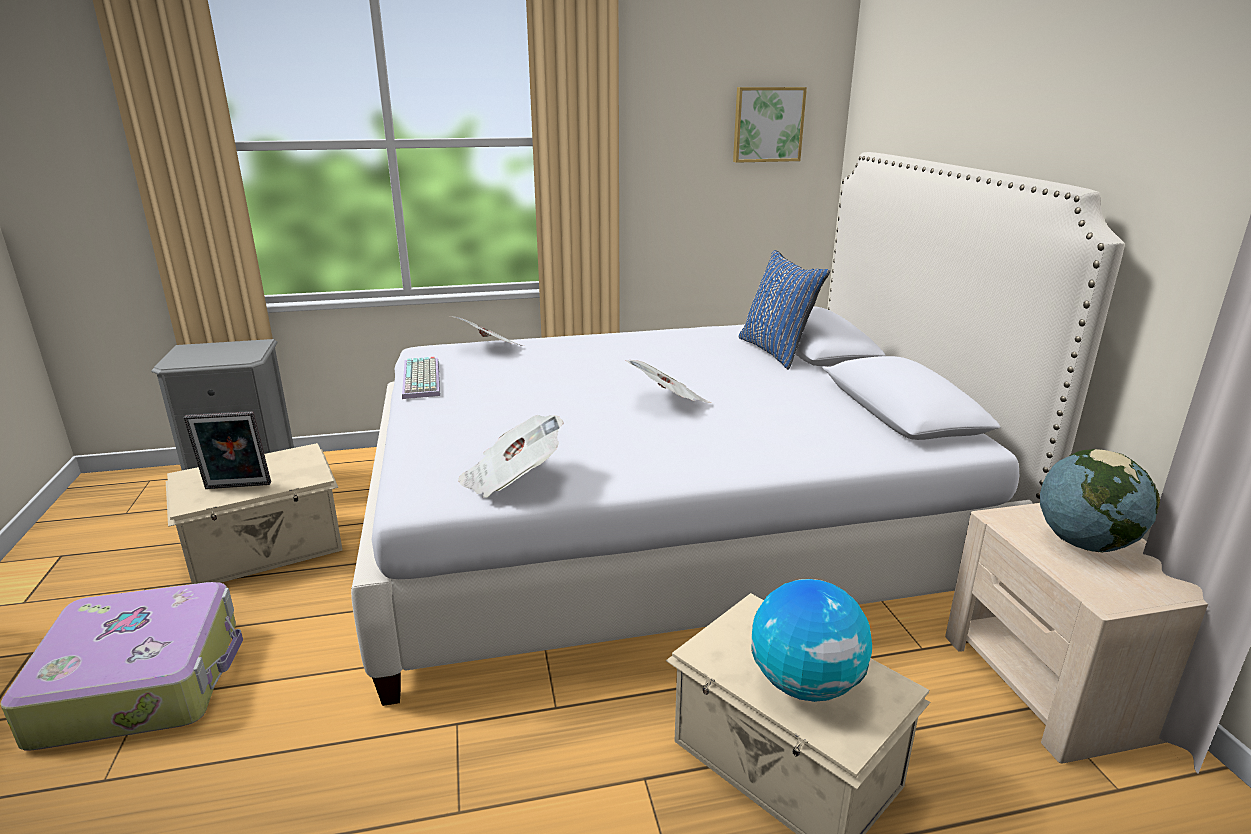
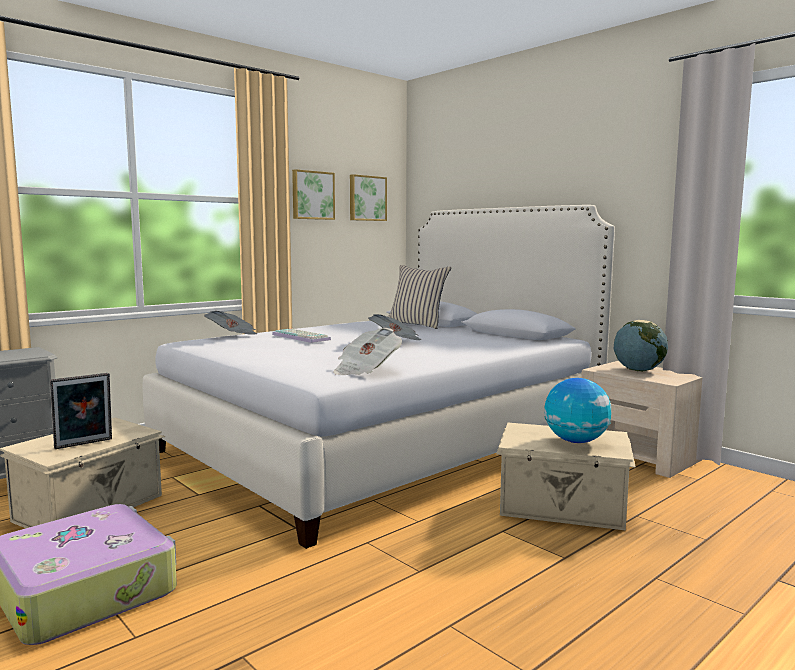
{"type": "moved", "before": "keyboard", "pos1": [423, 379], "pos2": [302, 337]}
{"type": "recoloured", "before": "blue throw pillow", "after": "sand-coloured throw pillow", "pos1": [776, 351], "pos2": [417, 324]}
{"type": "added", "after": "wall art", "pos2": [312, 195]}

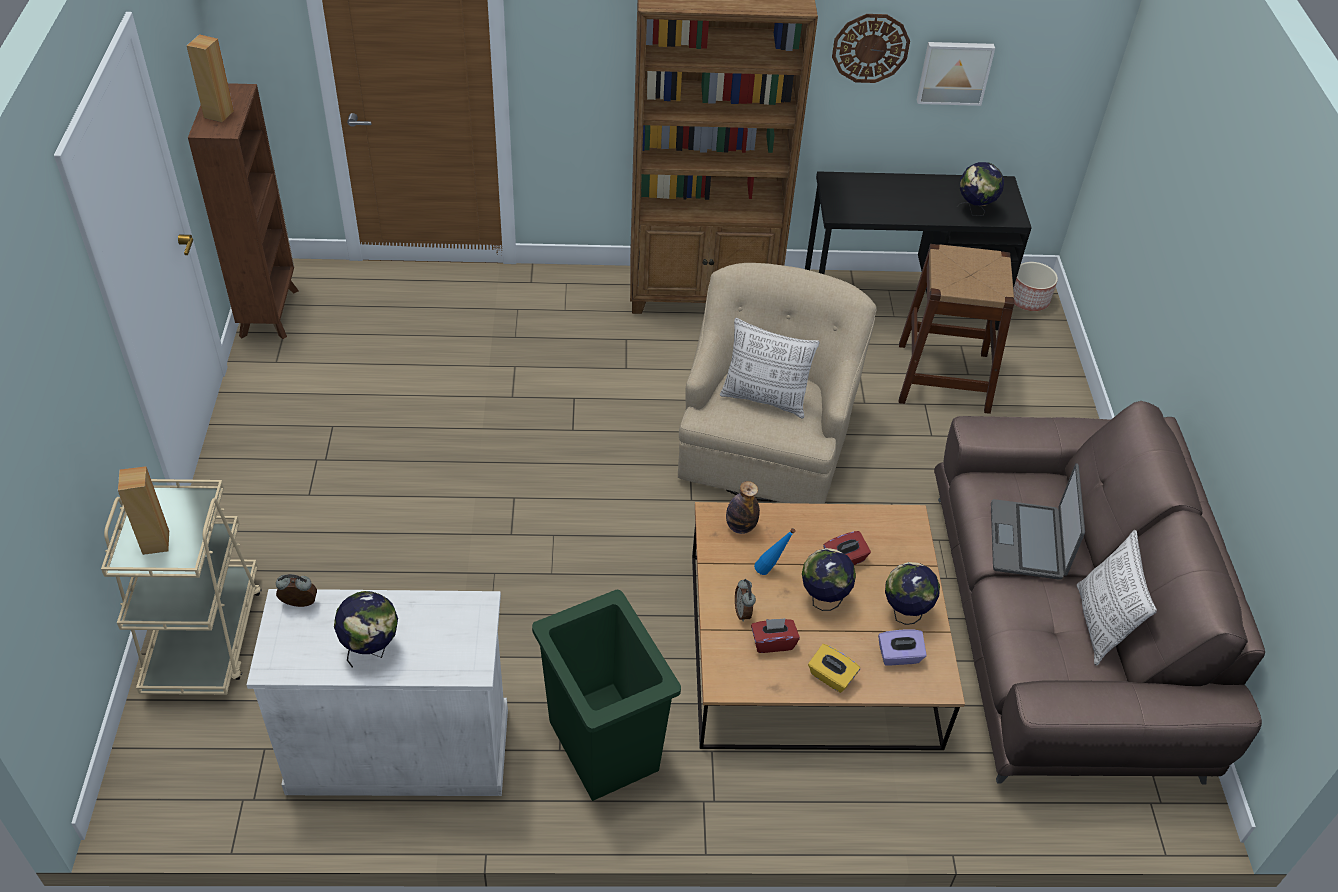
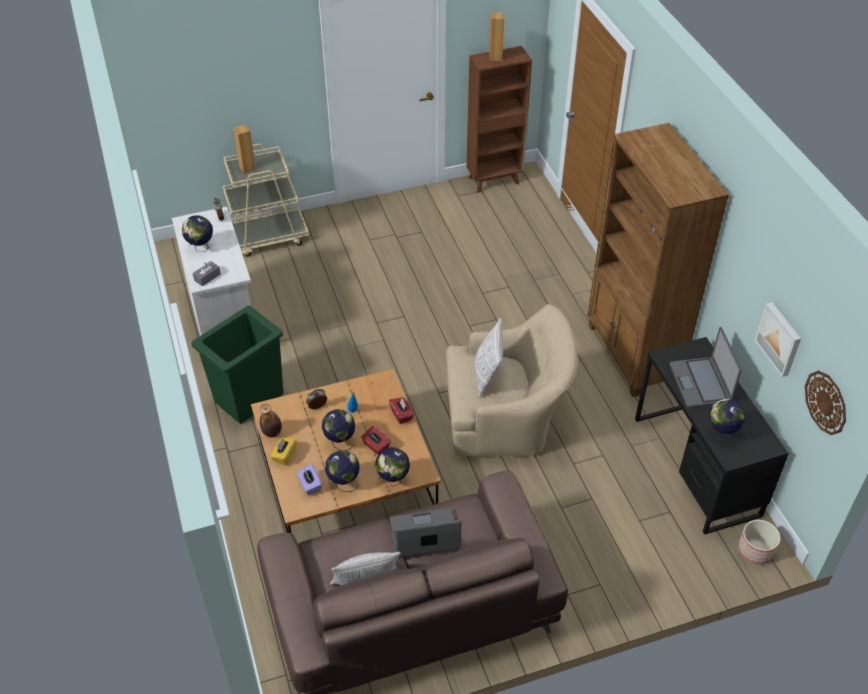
{"type": "moved", "before": "beverage bottle", "pos1": [740, 527], "pos2": [272, 432]}
{"type": "moved", "before": "reddish tissue box", "pos1": [773, 642], "pos2": [401, 415]}
{"type": "moved", "before": "wall clock", "pos1": [870, 48], "pos2": [826, 402]}
{"type": "removed", "before": "brownish sitting stool", "pos1": [943, 377]}
{"type": "added", "after": "greyish tissue box", "pos2": [207, 277]}
{"type": "added", "after": "world globe", "pos2": [393, 480]}
{"type": "added", "after": "notebook computer", "pos2": [700, 383]}

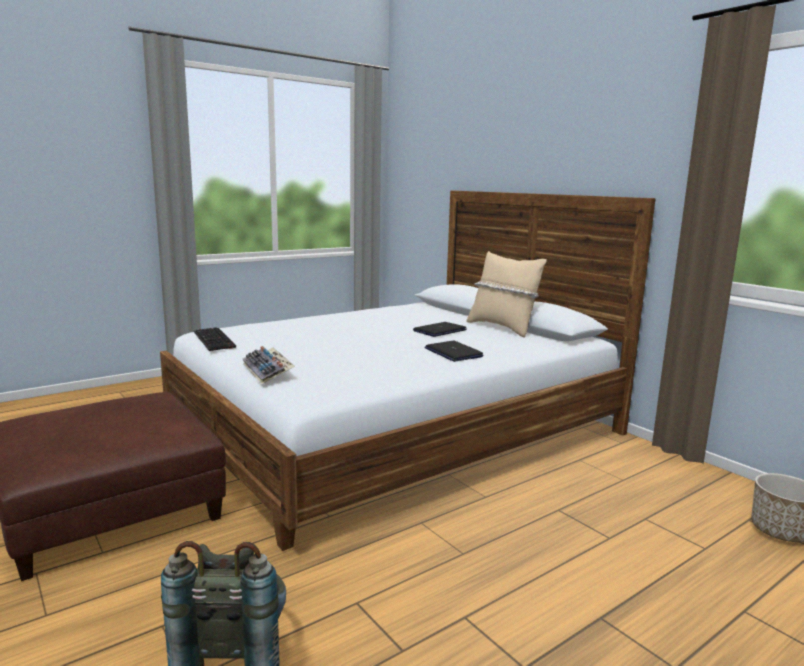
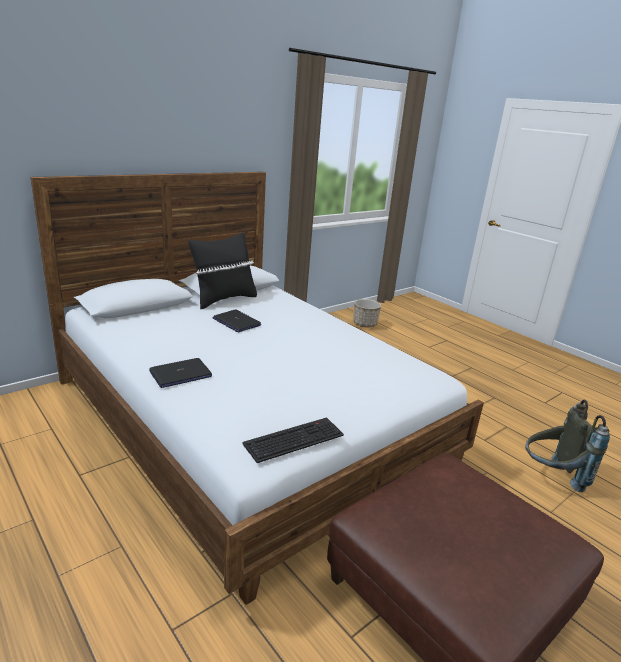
{"type": "removed", "before": "keyboard", "pos1": [268, 371]}
{"type": "moved", "before": "notebook computer", "pos1": [453, 352], "pos2": [180, 374]}
{"type": "recoloured", "before": "sand-coloured throw pillow", "after": "blackish throw pillow", "pos1": [502, 328], "pos2": [223, 299]}

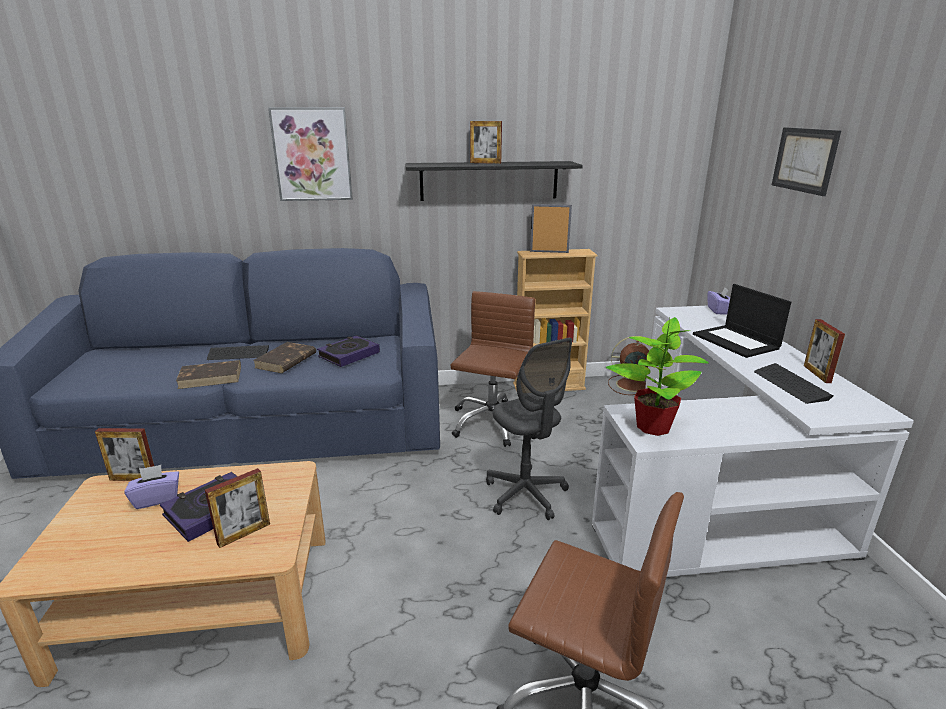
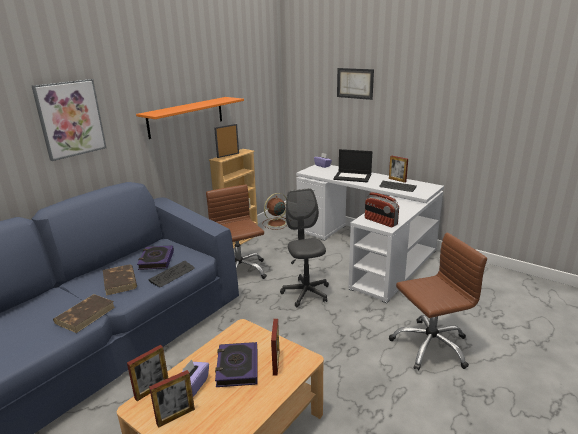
{"type": "moved", "before": "keyboard", "pos1": [238, 354], "pos2": [172, 274]}
{"type": "recoloured", "before": "blackish shelf", "after": "orangey shelf", "pos1": [489, 180], "pos2": [186, 117]}
{"type": "moved", "before": "photo frame", "pos1": [485, 163], "pos2": [176, 416]}
{"type": "turned", "before": "greyish desk chair", "pos1": [525, 494], "pos2": [306, 293], "turn": -120}
{"type": "replaced", "before": "plant in a pot", "after": "radio receiver", "pos1": [653, 426], "pos2": [380, 222]}

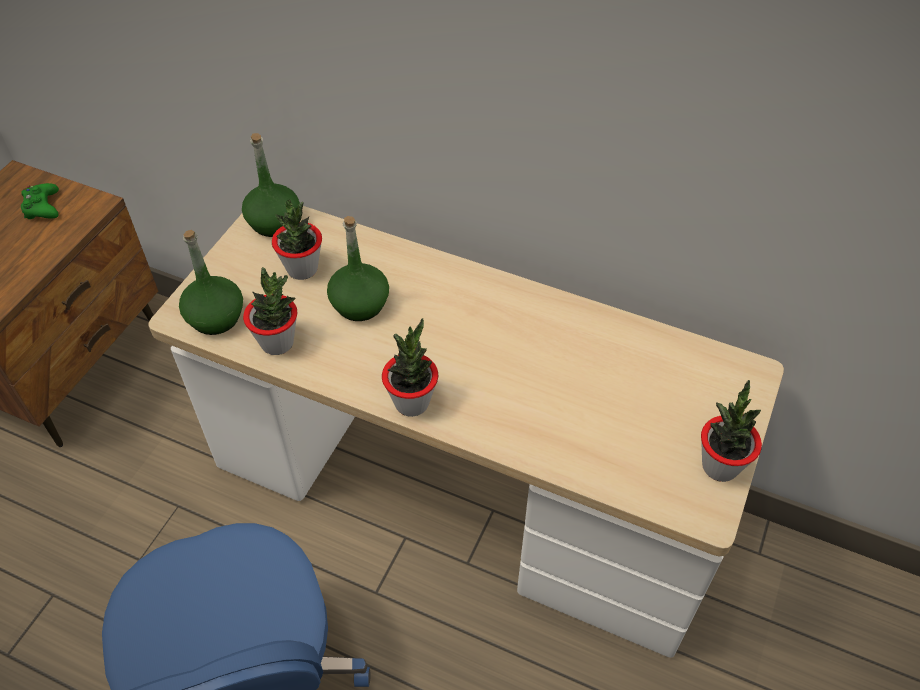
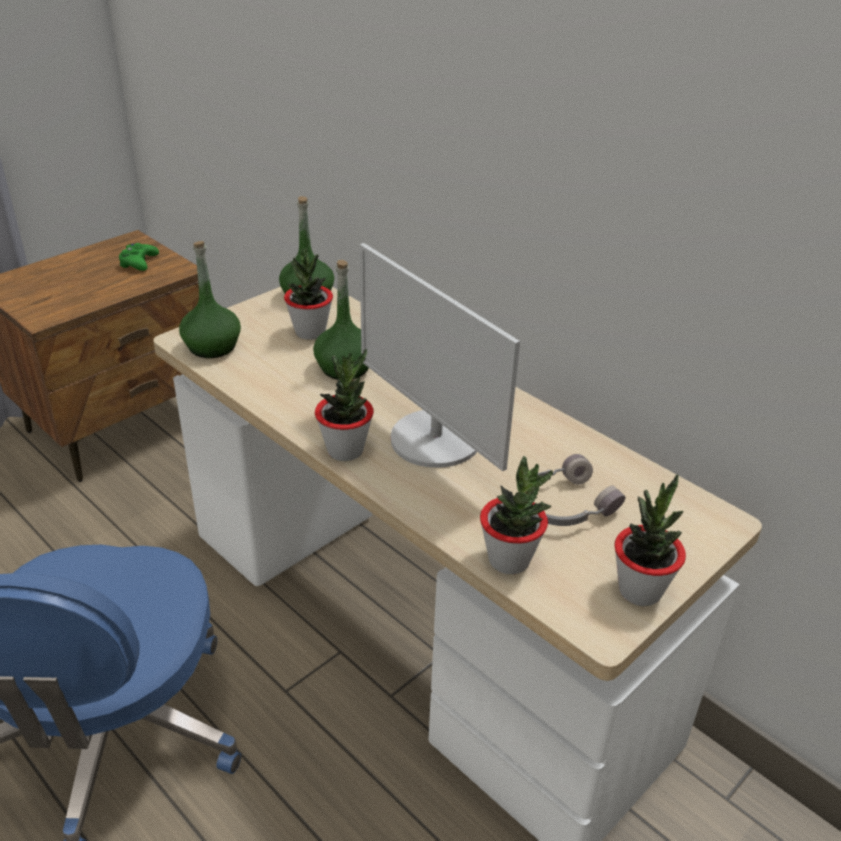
{"type": "moved", "before": "plant in a pot", "pos1": [277, 342], "pos2": [509, 560]}
{"type": "added", "after": "computer display", "pos2": [435, 440]}
{"type": "added", "after": "greyish pair of headphones", "pos2": [564, 505]}

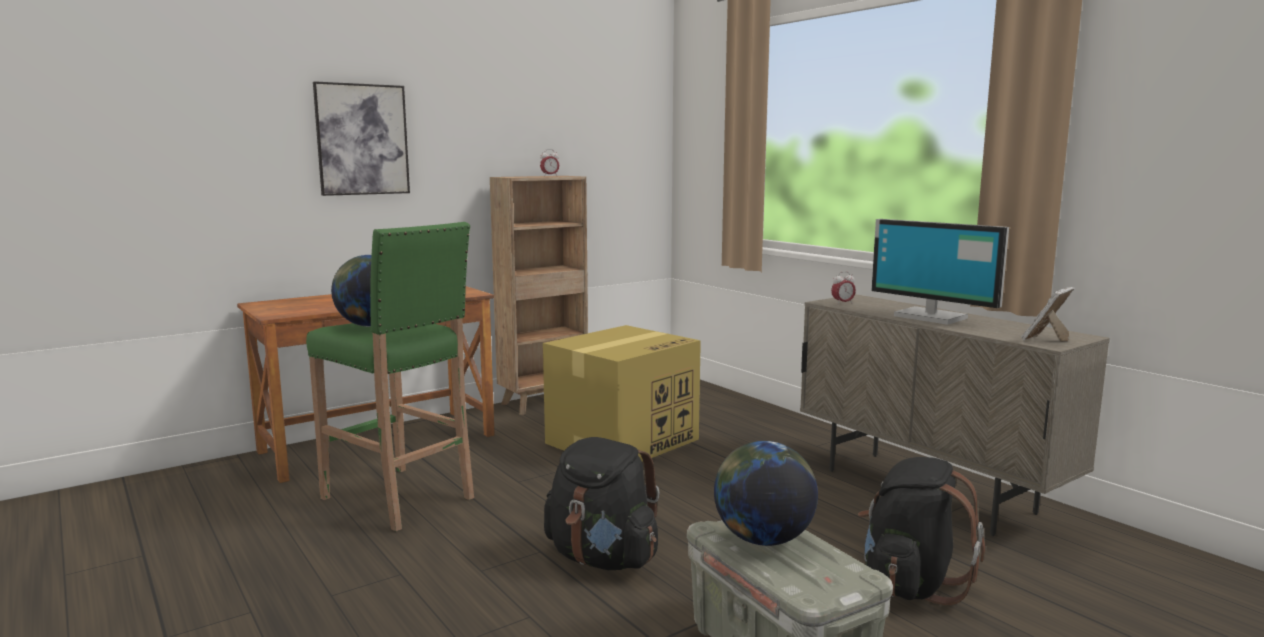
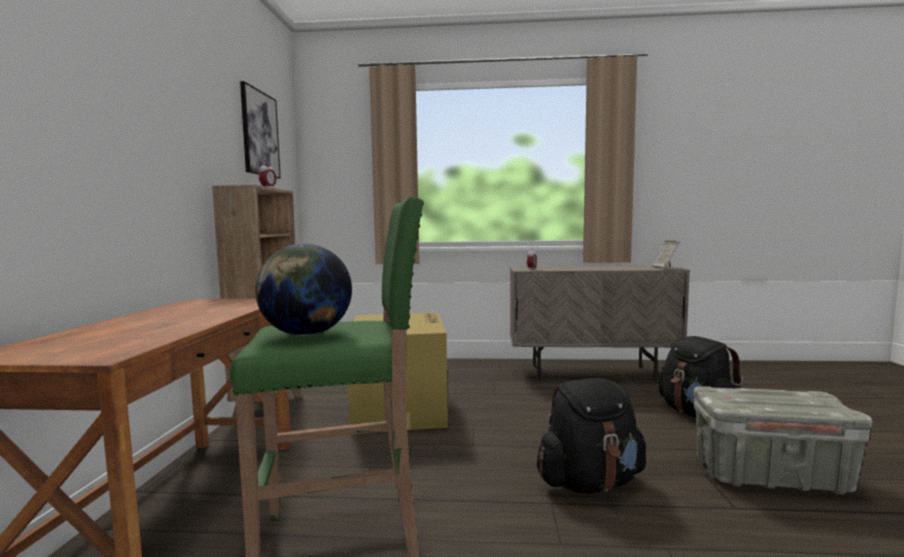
{"type": "moved", "before": "wall art", "pos1": [362, 139], "pos2": [260, 133]}
{"type": "removed", "before": "world globe", "pos1": [762, 539]}
{"type": "removed", "before": "computer display", "pos1": [931, 316]}

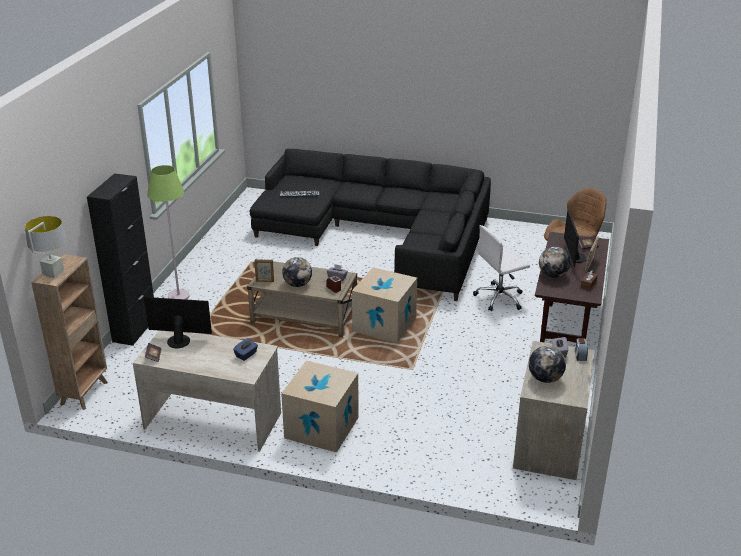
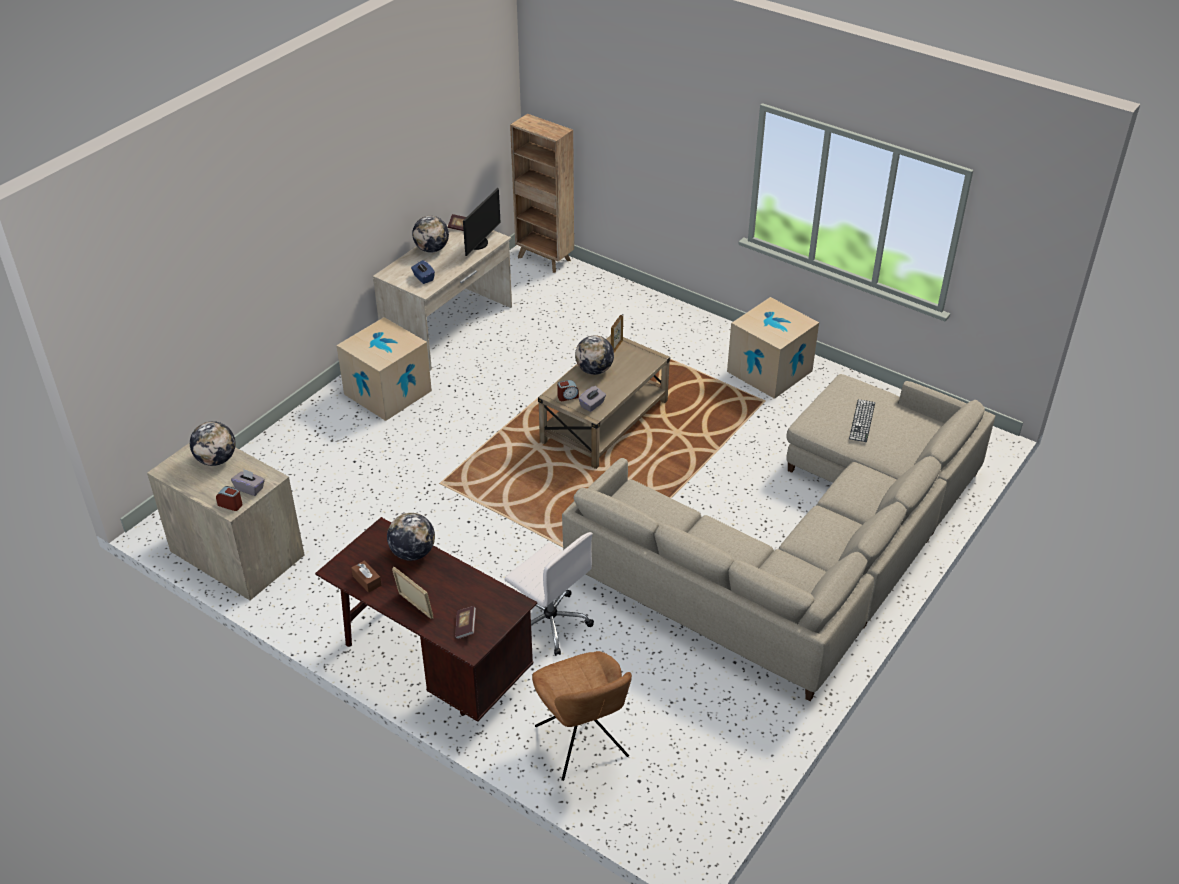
{"type": "removed", "before": "greyish table lamp", "pos1": [53, 274]}
{"type": "removed", "before": "blackish cabinet", "pos1": [135, 329]}
{"type": "removed", "before": "green standing lamp", "pos1": [178, 296]}
{"type": "recoloured", "before": "blackish sofa", "after": "sand-coloured sofa", "pos1": [381, 234], "pos2": [802, 548]}
{"type": "moved", "before": "carton", "pos1": [384, 325], "pos2": [769, 371]}
{"type": "turned", "before": "white-coloured desk chair", "pos1": [500, 298], "pos2": [549, 623], "turn": 135}
{"type": "removed", "before": "computer display", "pos1": [573, 258]}
{"type": "added", "after": "world globe", "pos2": [432, 249]}

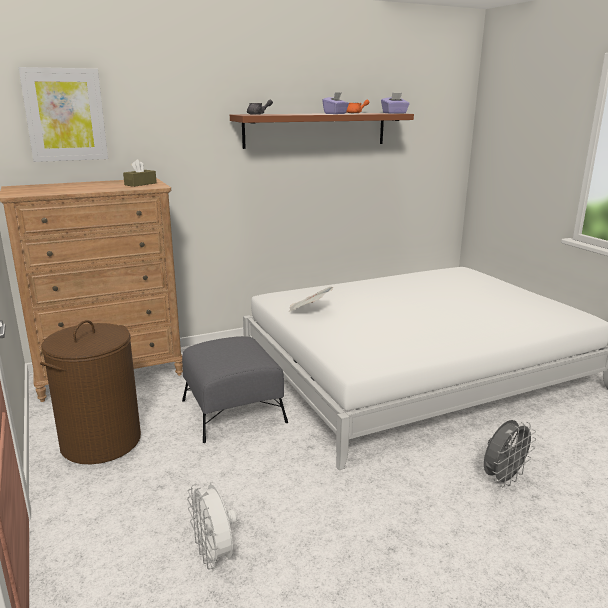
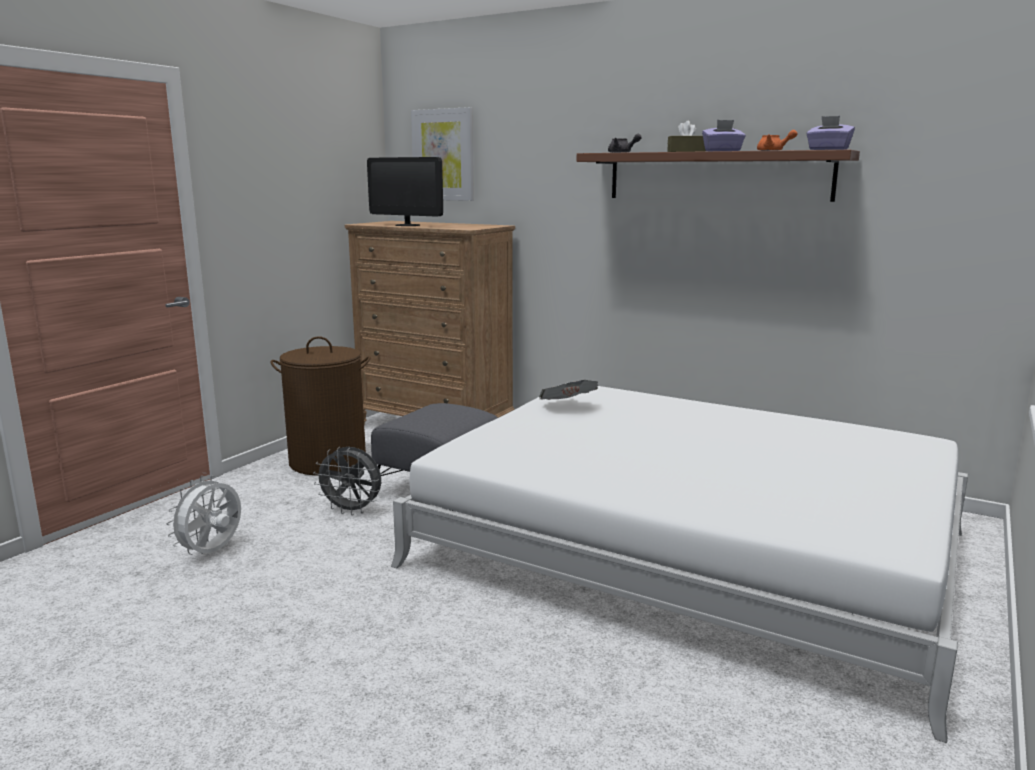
{"type": "moved", "before": "brownish tissue box", "pos1": [140, 184], "pos2": [686, 152]}
{"type": "moved", "before": "greyish fan", "pos1": [503, 479], "pos2": [352, 510]}
{"type": "added", "after": "computer display", "pos2": [407, 225]}

